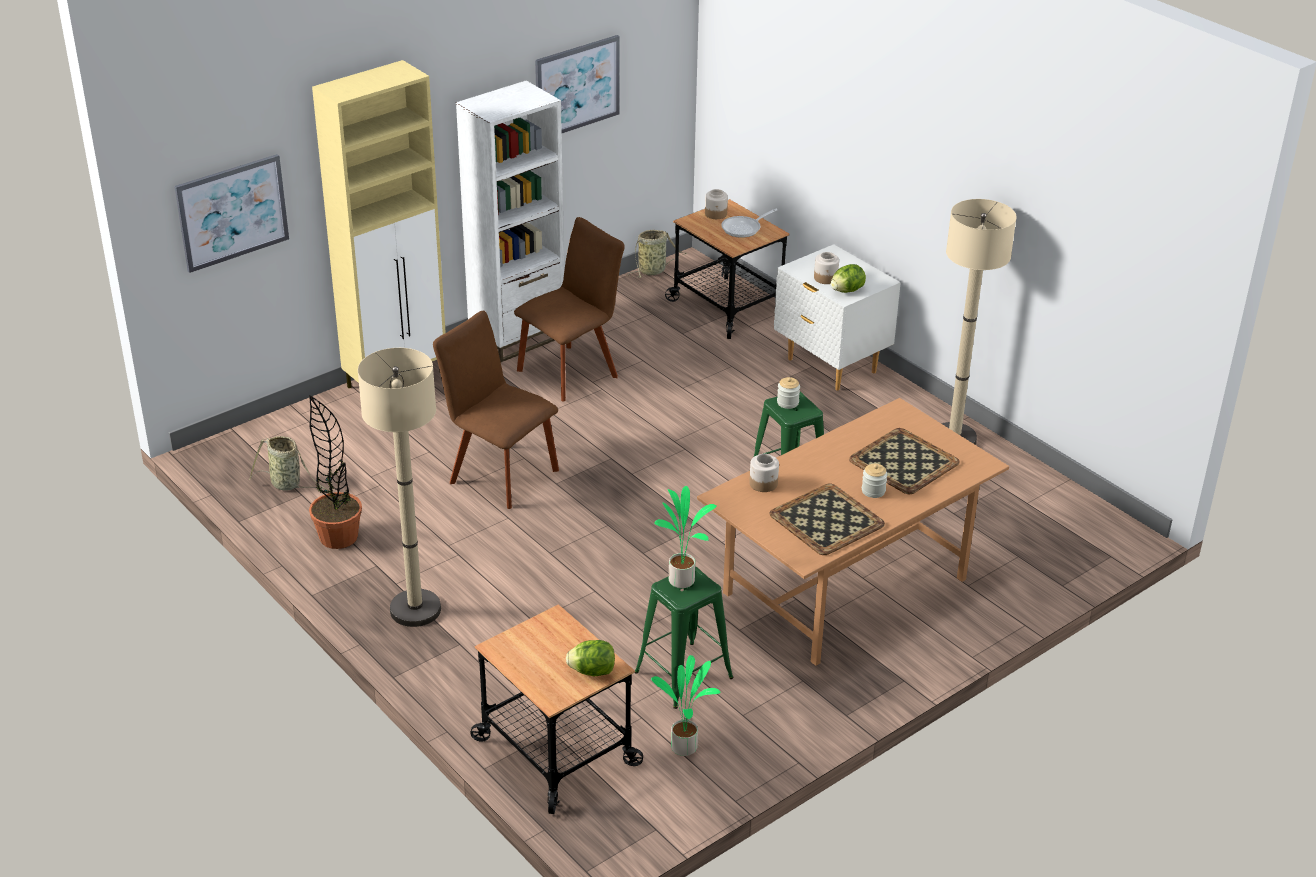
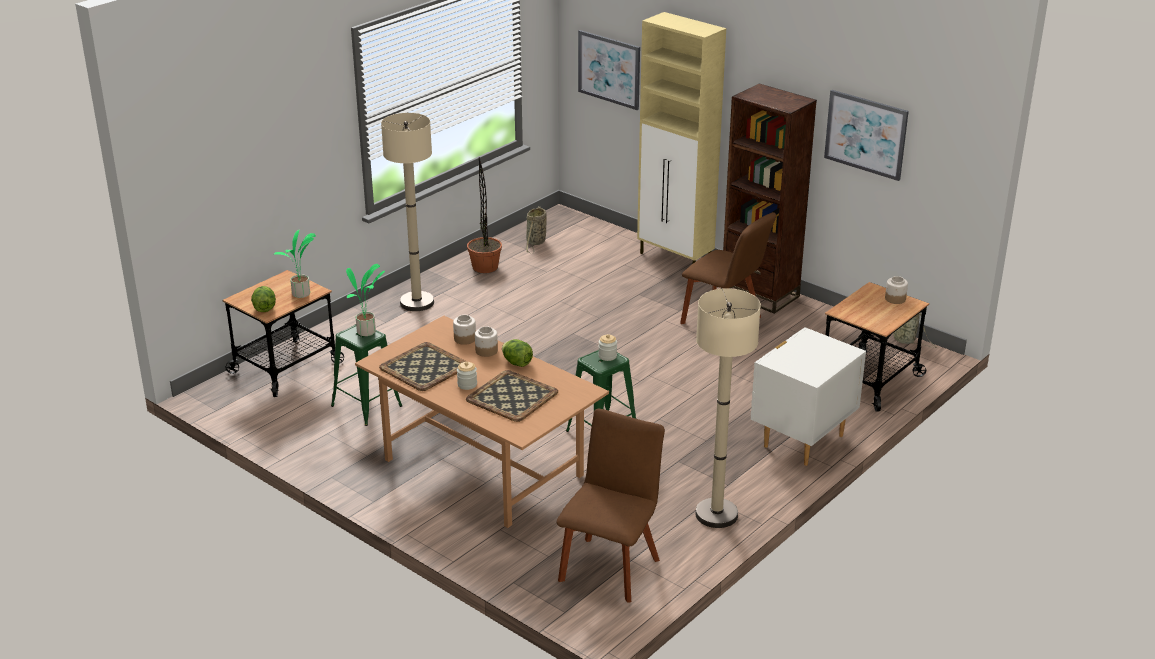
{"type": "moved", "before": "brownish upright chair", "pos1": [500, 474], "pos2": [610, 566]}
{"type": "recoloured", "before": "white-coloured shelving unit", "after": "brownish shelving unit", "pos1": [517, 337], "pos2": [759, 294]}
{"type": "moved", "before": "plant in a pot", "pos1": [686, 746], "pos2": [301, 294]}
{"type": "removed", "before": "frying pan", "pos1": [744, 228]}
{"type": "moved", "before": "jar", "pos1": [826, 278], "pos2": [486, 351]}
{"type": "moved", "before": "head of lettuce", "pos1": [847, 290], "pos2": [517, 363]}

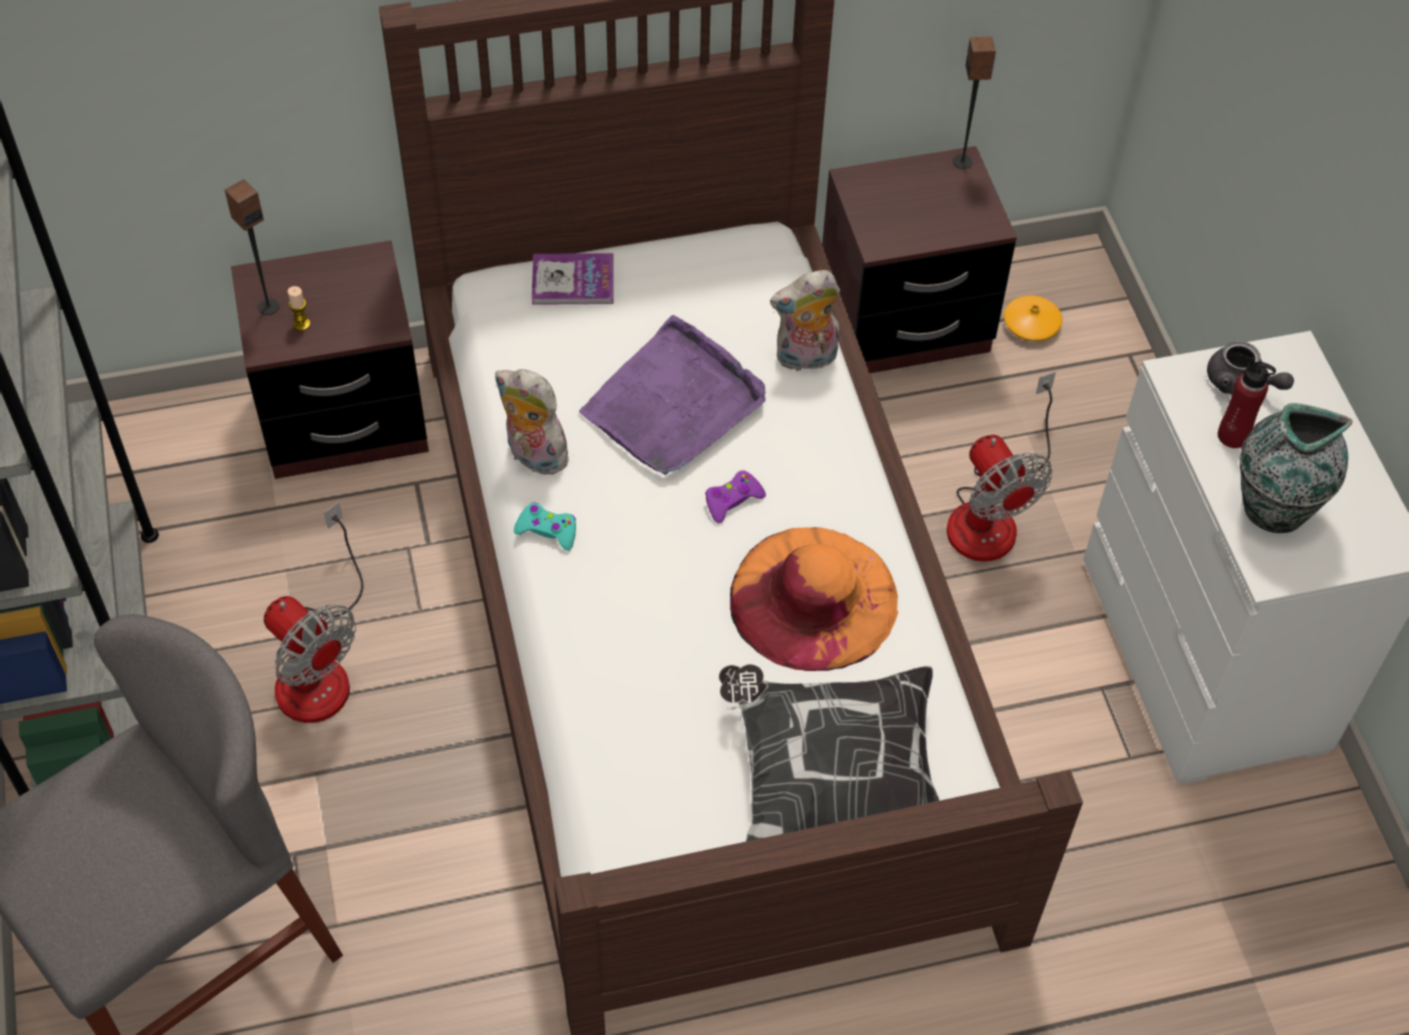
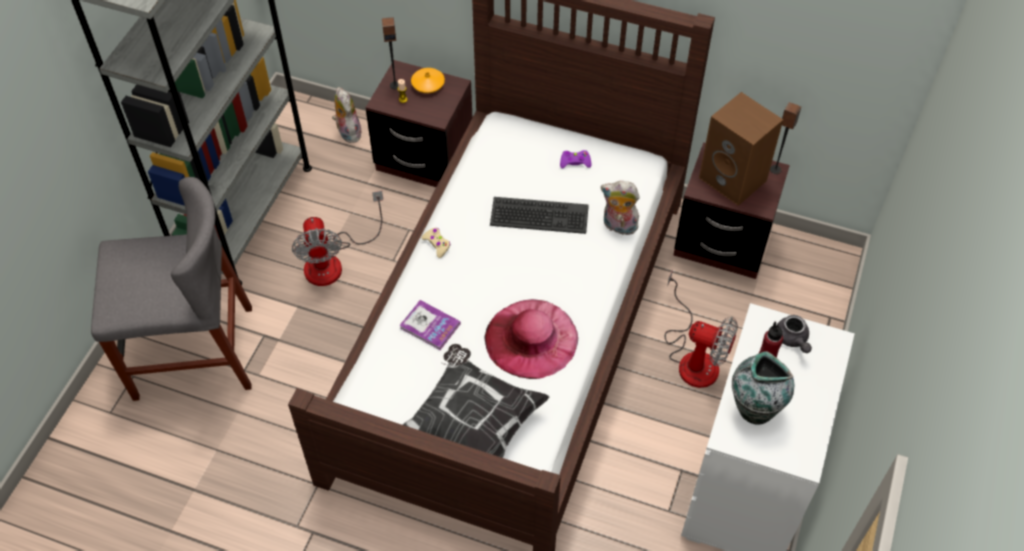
{"type": "moved", "before": "cuddly toy", "pos1": [533, 456], "pos2": [347, 132]}
{"type": "recoloured", "before": "turquoise-coloured game controller", "after": "sand-coloured game controller", "pos1": [547, 530], "pos2": [437, 244]}
{"type": "moved", "before": "volume", "pos1": [573, 281], "pos2": [430, 326]}
{"type": "replaced", "before": "purple tray", "after": "keyboard", "pos1": [674, 404], "pos2": [539, 216]}
{"type": "moved", "before": "purple game controller", "pos1": [732, 500], "pos2": [575, 162]}
{"type": "recoloured", "before": "orangey hat", "after": "pinkish hat", "pos1": [813, 598], "pos2": [531, 338]}
{"type": "turned", "before": "fan", "pos1": [992, 512], "pos2": [693, 357], "turn": -75}
{"type": "moved", "before": "orangey vase", "pos1": [1031, 324], "pos2": [428, 84]}
{"type": "added", "after": "brownish speaker", "pos2": [734, 179]}

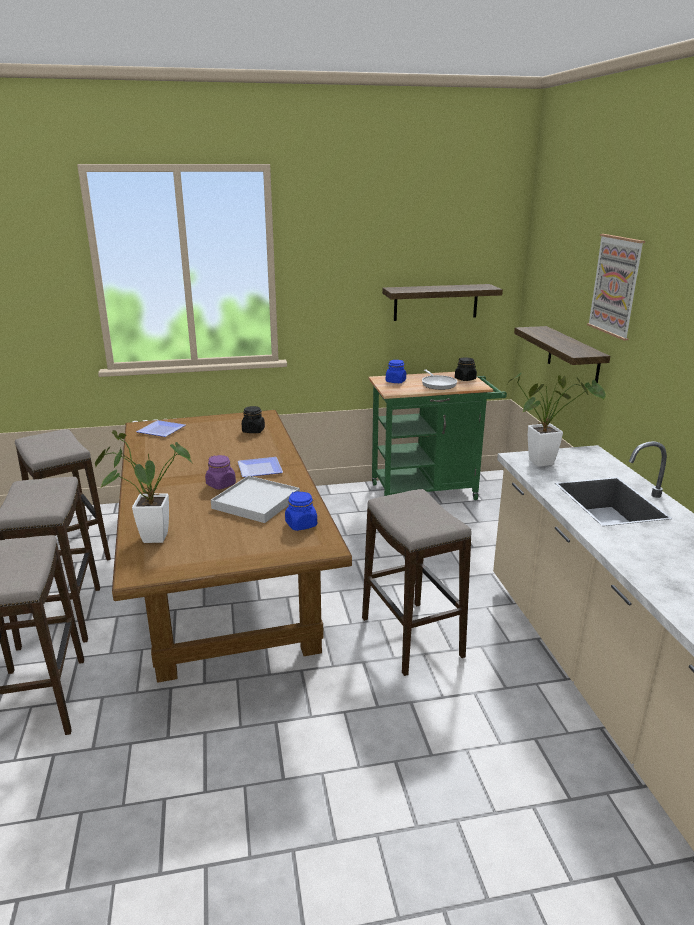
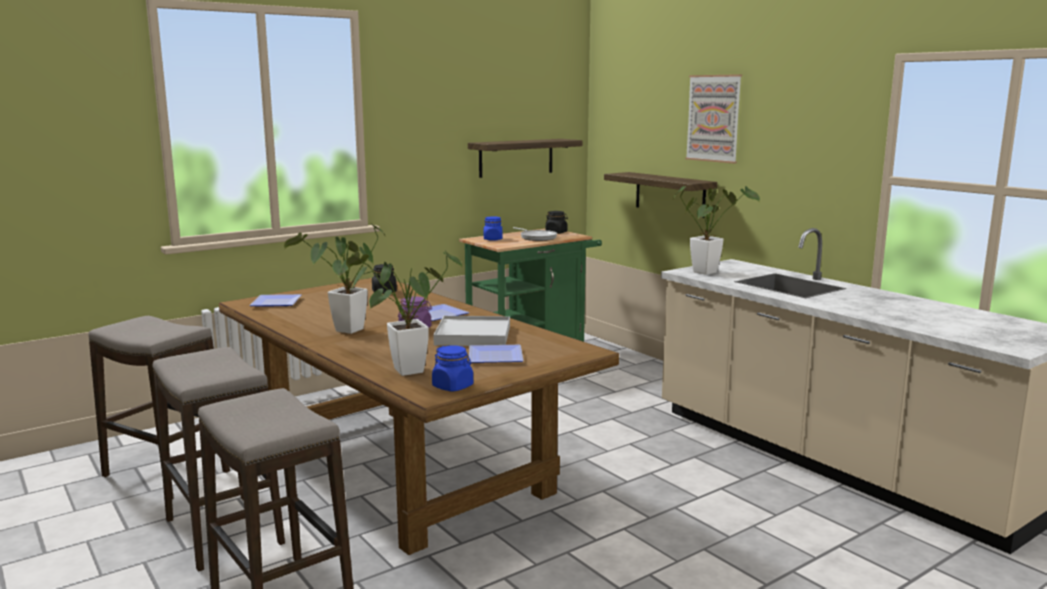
{"type": "moved", "before": "blue jar", "pos1": [301, 524], "pos2": [453, 386]}
{"type": "removed", "before": "sitting stool", "pos1": [411, 637]}
{"type": "added", "after": "plant in a pot", "pos2": [345, 332]}
{"type": "added", "after": "flat dish", "pos2": [497, 357]}

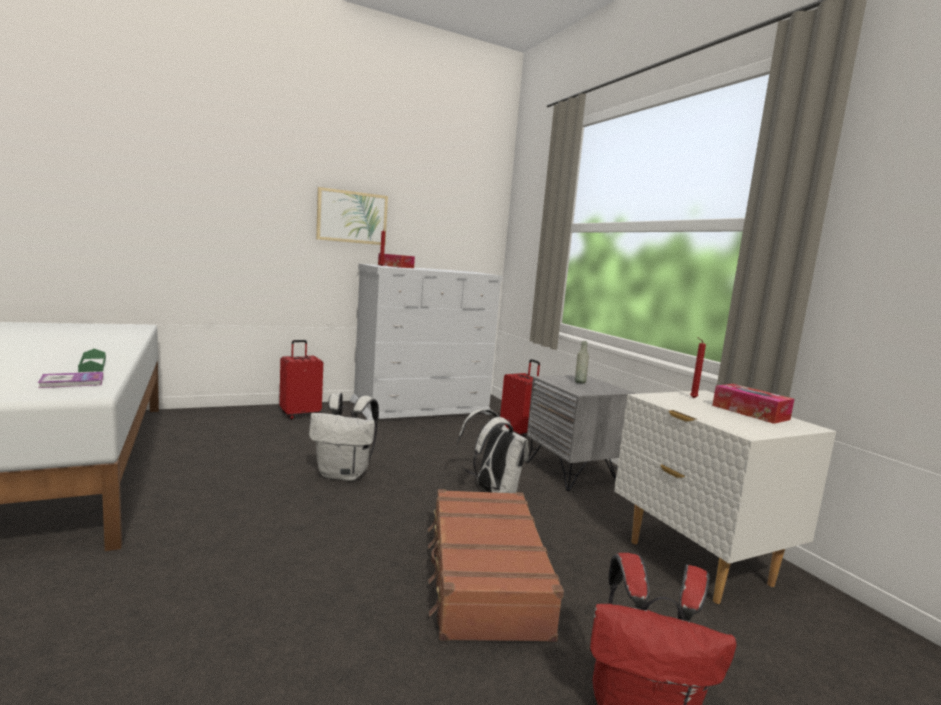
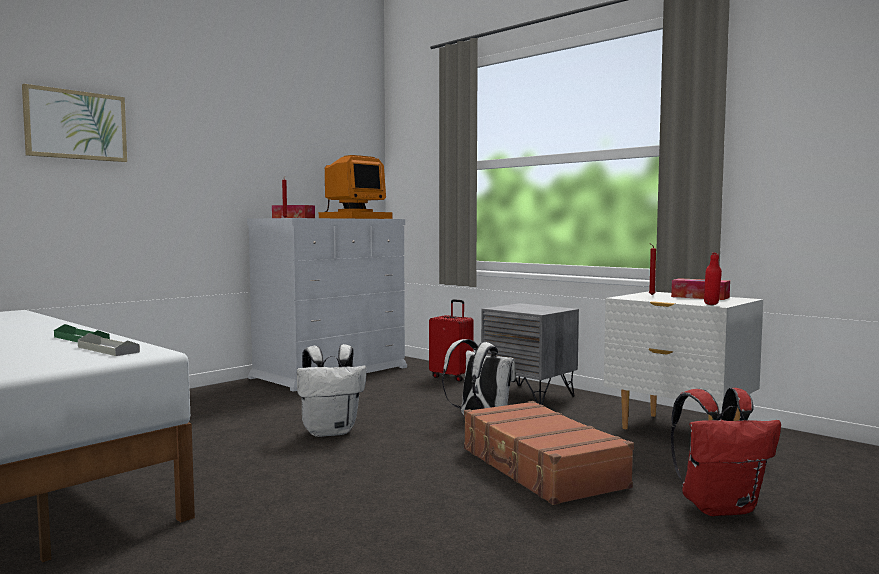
{"type": "replaced", "before": "volume", "after": "greyish tray", "pos1": [72, 382], "pos2": [108, 349]}
{"type": "removed", "before": "reddish travel case", "pos1": [300, 414]}
{"type": "moved", "before": "wall art", "pos1": [352, 217], "pos2": [76, 125]}
{"type": "removed", "before": "greyish beverage bottle", "pos1": [579, 382]}
{"type": "added", "after": "computer display", "pos2": [354, 218]}
{"type": "added", "after": "reddish beverage bottle", "pos2": [711, 305]}

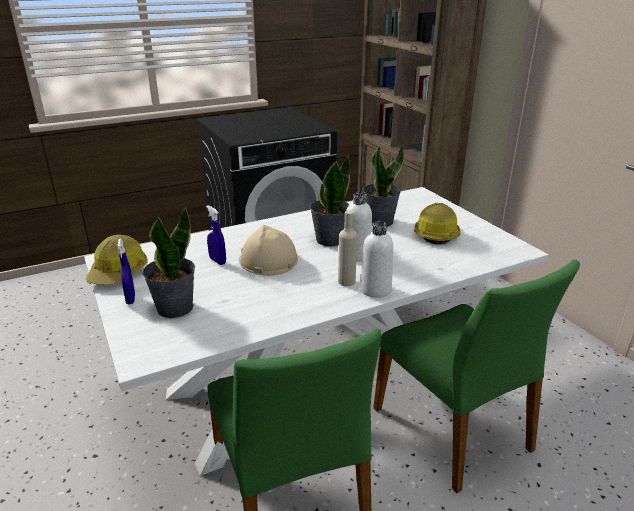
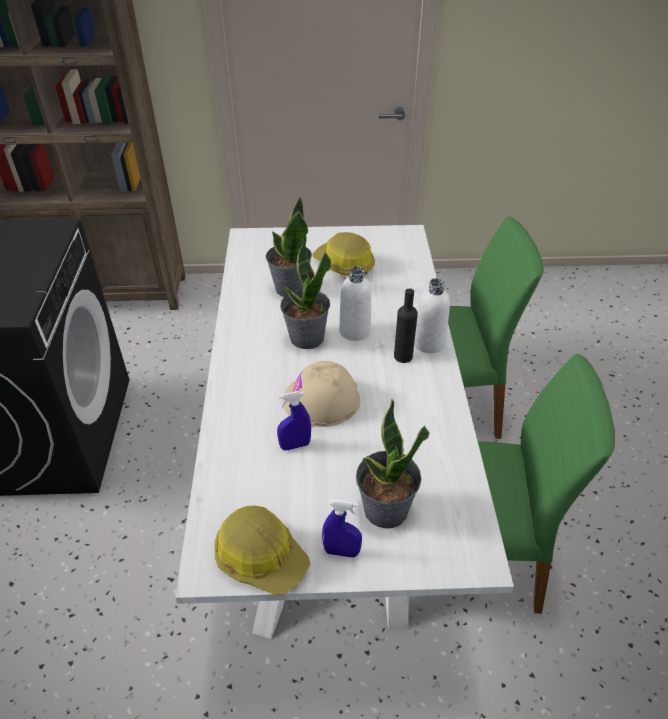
{"type": "recoloured", "before": "sand-coloured beverage bottle", "after": "blackish beverage bottle", "pos1": [346, 281], "pos2": [403, 356]}

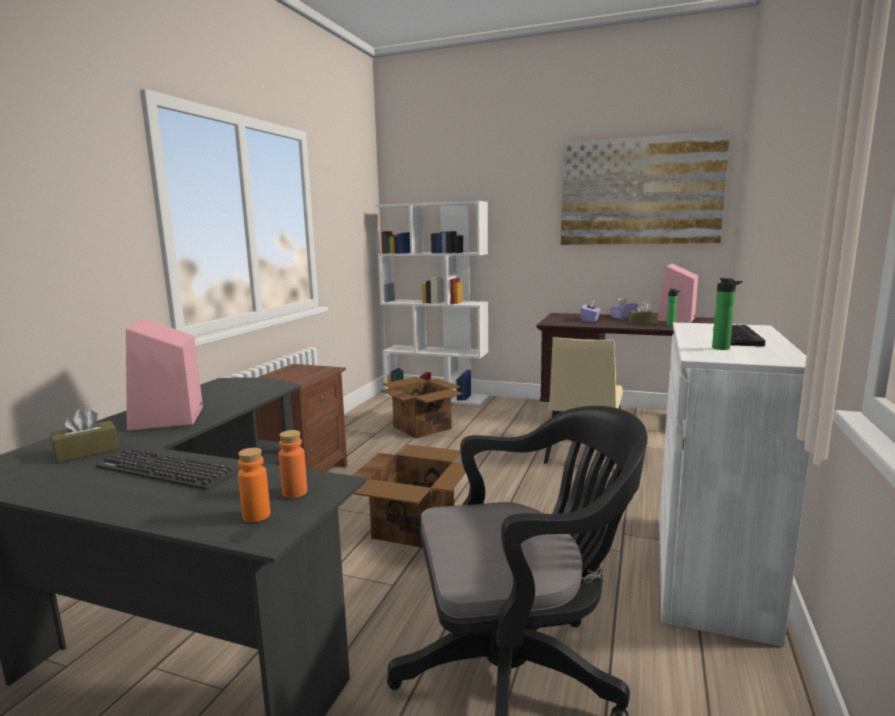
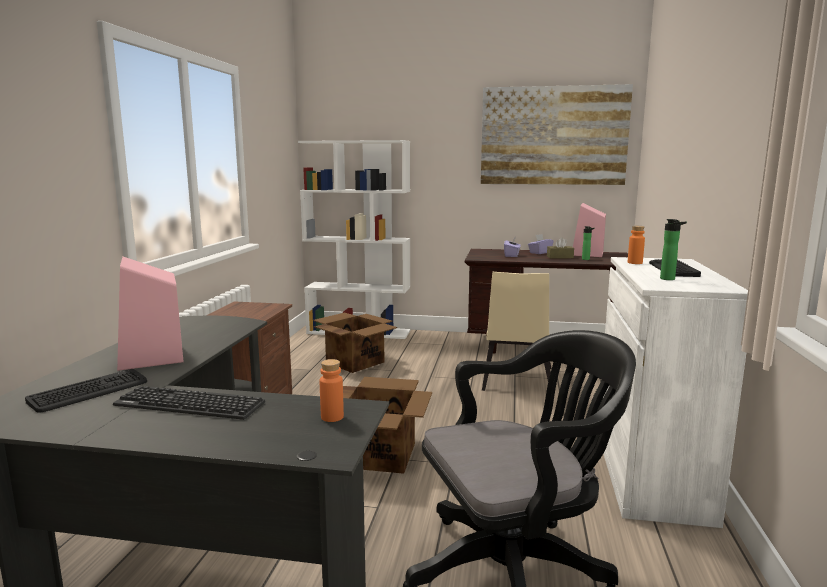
{"type": "replaced", "before": "brownish tissue box", "after": "keyboard", "pos1": [86, 451], "pos2": [90, 392]}
{"type": "moved", "before": "orangey beverage bottle", "pos1": [256, 515], "pos2": [635, 263]}

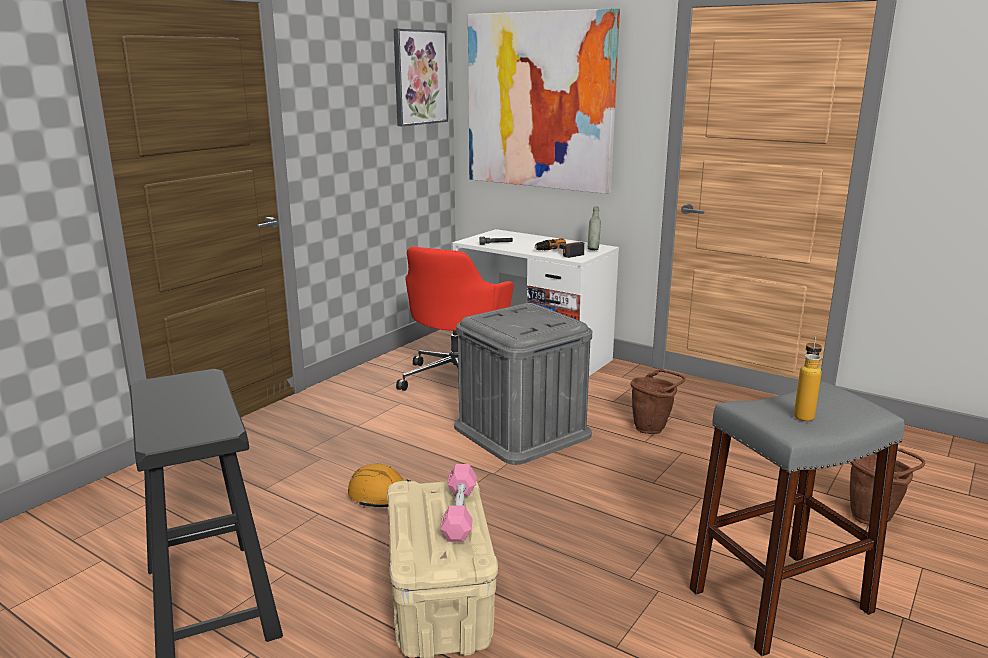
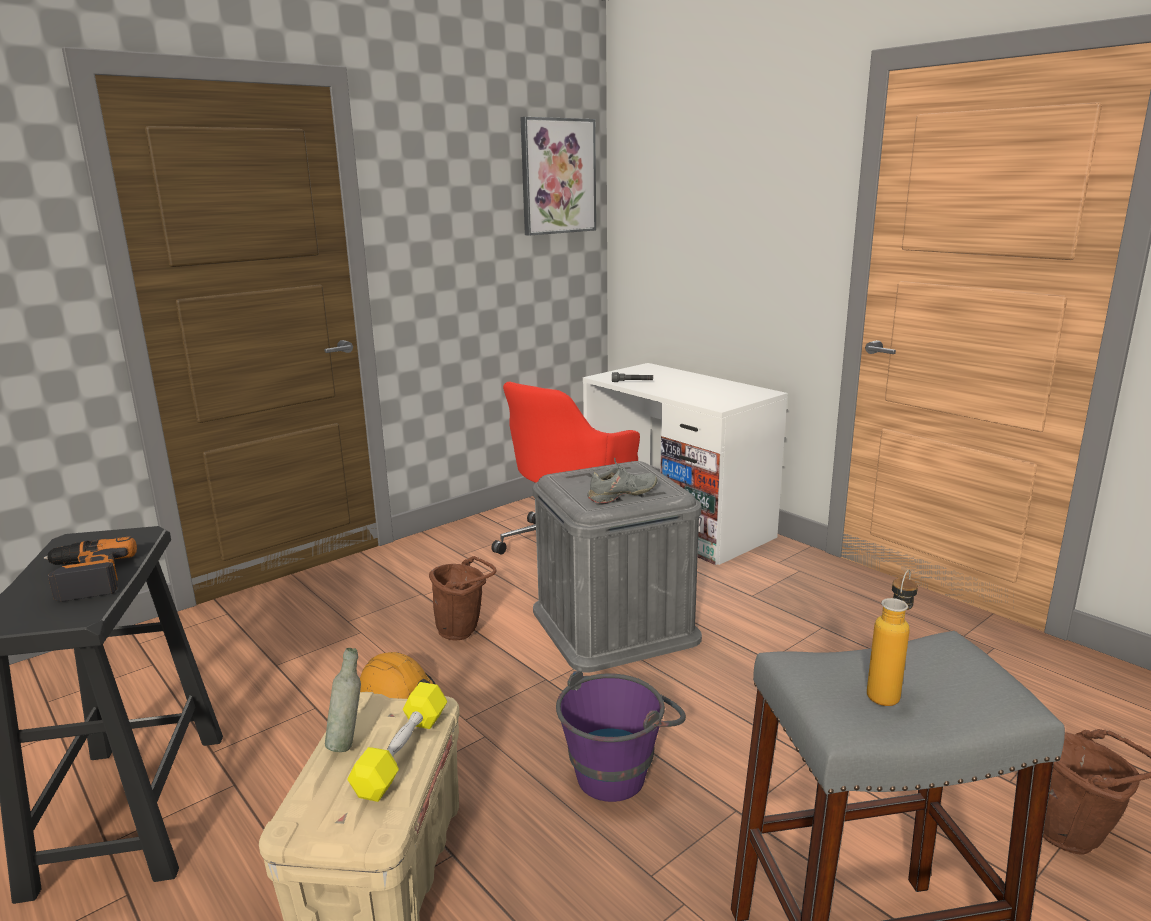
{"type": "recoloured", "before": "pinkish dumbbell", "after": "yellow dumbbell", "pos1": [459, 512], "pos2": [402, 753]}
{"type": "removed", "before": "wall art", "pos1": [539, 101]}
{"type": "moved", "before": "electric drill", "pos1": [559, 253], "pos2": [85, 578]}
{"type": "moved", "before": "greyish beverage bottle", "pos1": [593, 249], "pos2": [348, 742]}
{"type": "moved", "before": "brownish bucket", "pos1": [653, 428], "pos2": [464, 632]}
{"type": "added", "after": "purple bucket", "pos2": [620, 769]}
{"type": "added", "after": "greyish low shoe", "pos2": [622, 495]}

